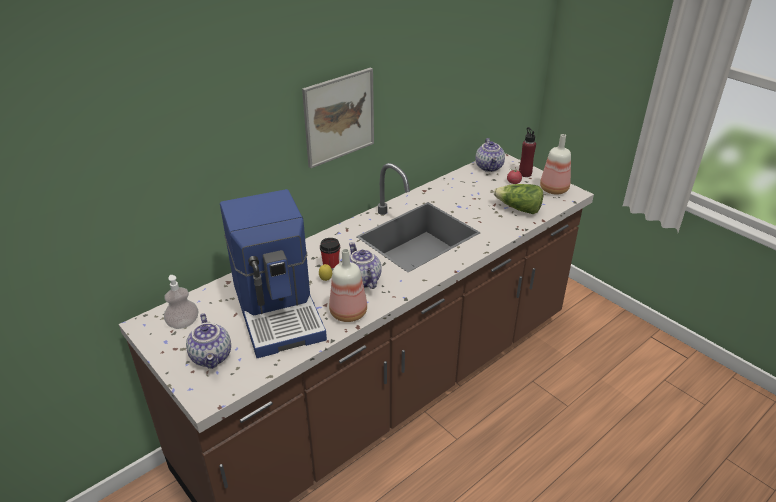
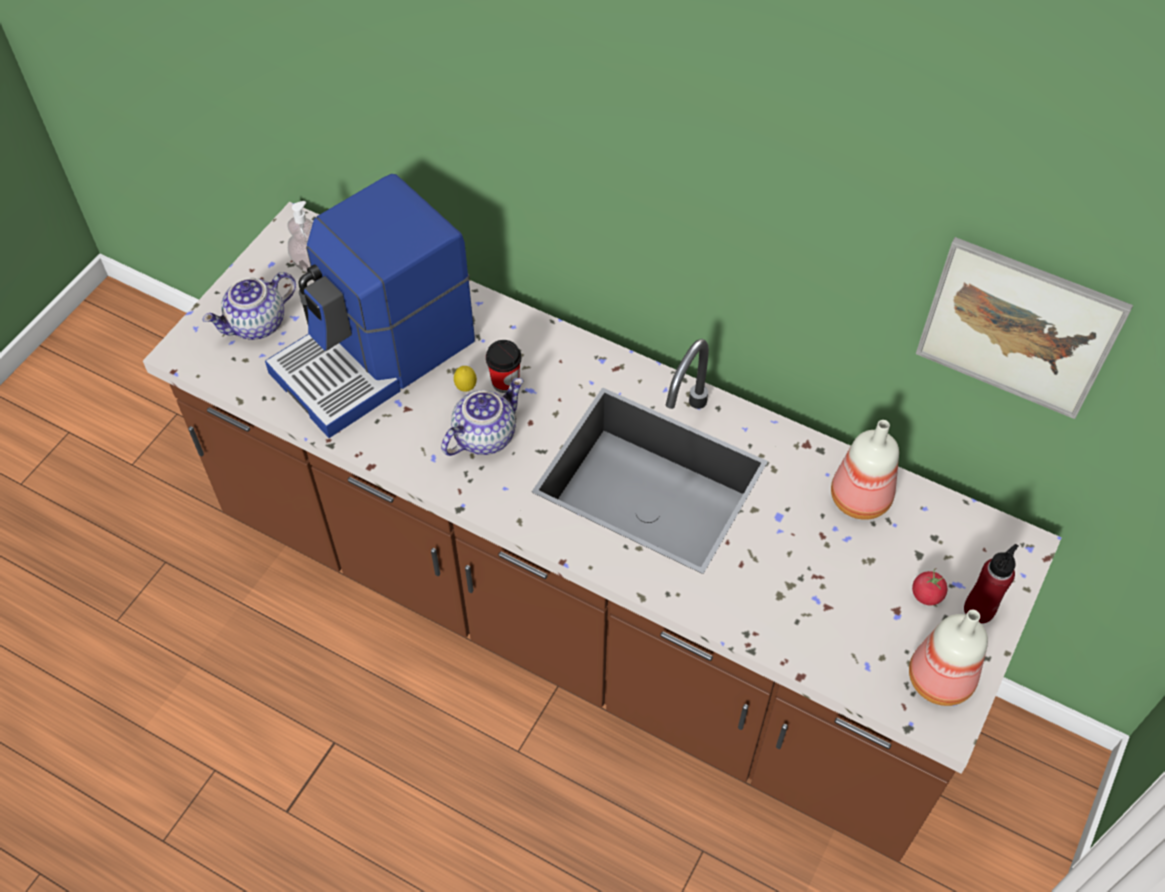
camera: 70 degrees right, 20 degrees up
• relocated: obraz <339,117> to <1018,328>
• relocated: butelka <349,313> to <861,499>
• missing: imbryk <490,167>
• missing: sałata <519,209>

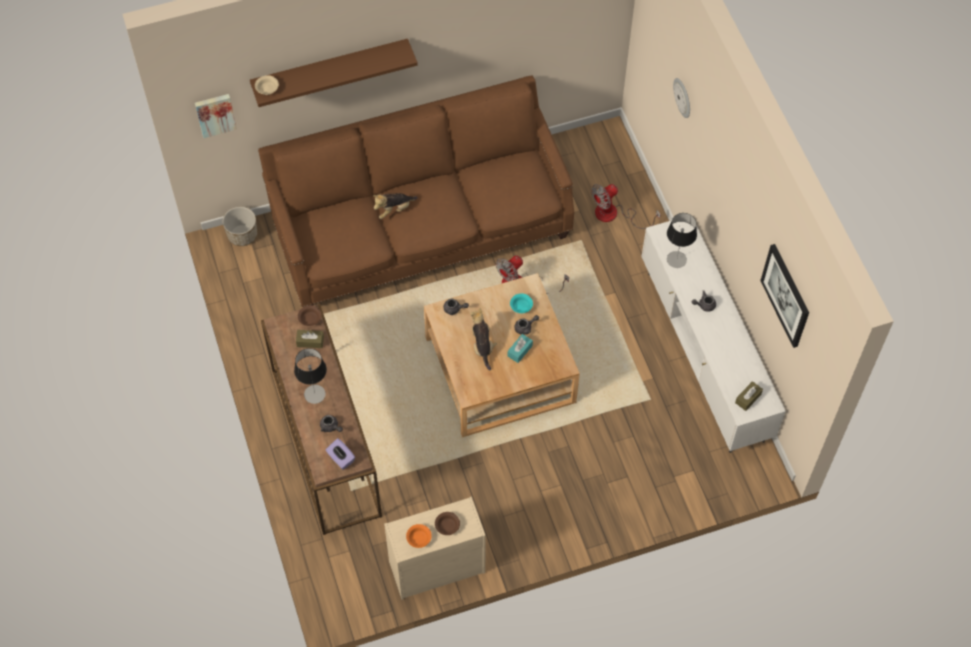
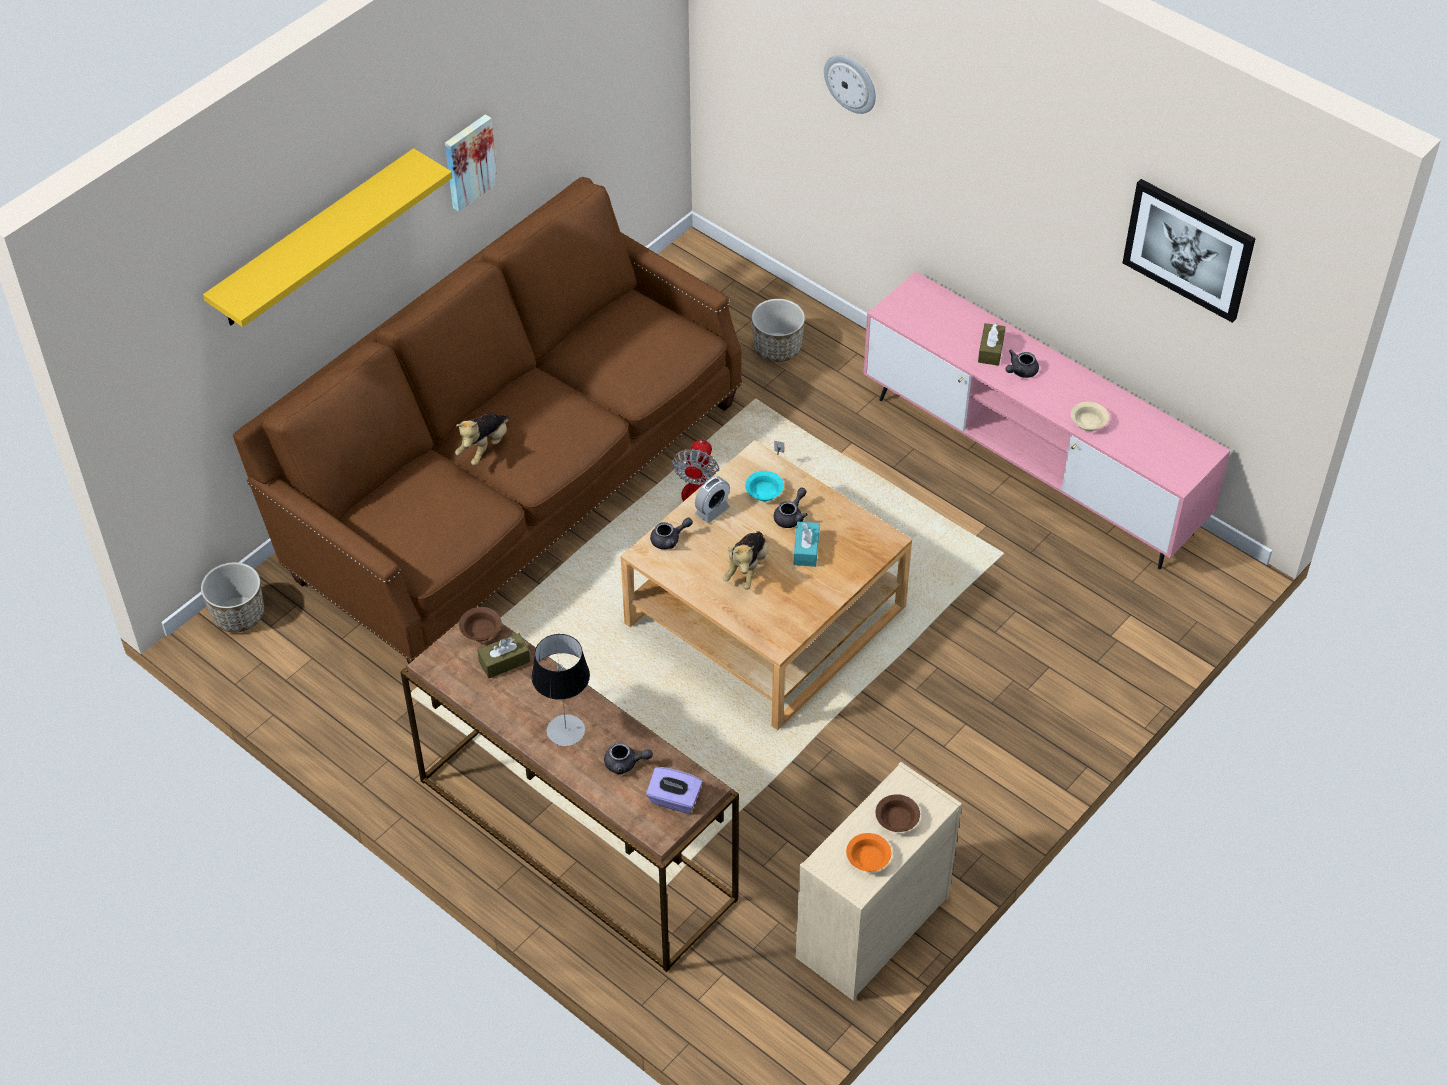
camera: 30 degrees left, 10 degrees down
• relocated: obraz <215,114> to <469,161>
• colour: półka [brązowy] <330,69> to półka [żółty] <315,240>
• relocated: miska [beżowy] <268,89> to <1089,422>
• spun: pluszak <482,346> = <747,569> 120 degrees counterclockwise
• exchanged: wentylator <614,215> to donica <777,348>
• colour: szafka pod telewizor [biały] <703,354> to szafka pod telewizor [różowy] <1030,465>
• missing: lampa stołowa <676,259>
• relocated: pudełko chusteczek [brązowy] <748,398> to <990,350>
• appeared: budzik <712,511>

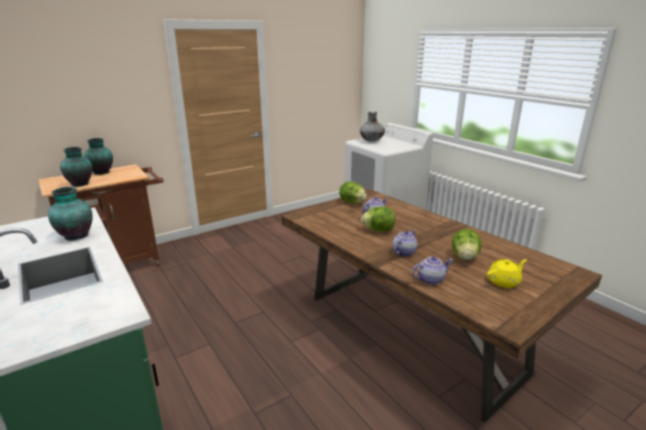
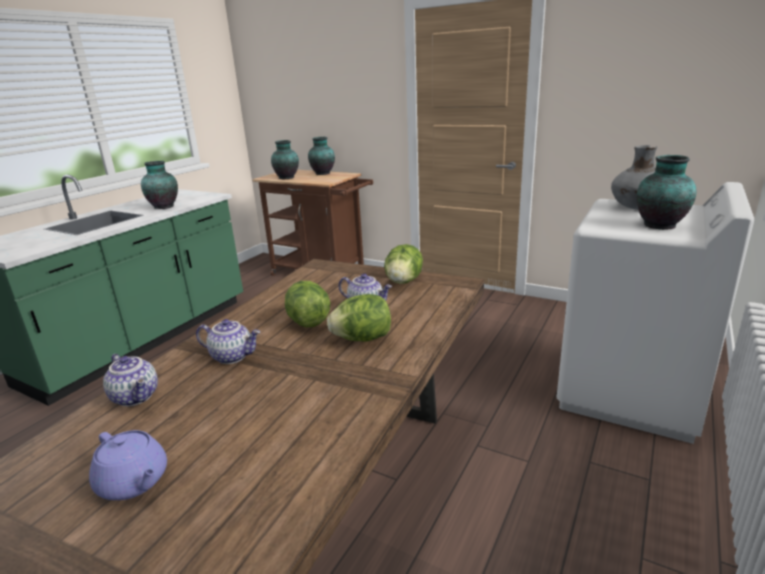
camera: 65 degrees right, 0 degrees up
• relocated: sałata <465,257> to <362,339>
• colour: imbryk [żółty] <504,281> to imbryk [fioletowy] <134,482>
• appeared: wazon <660,226>

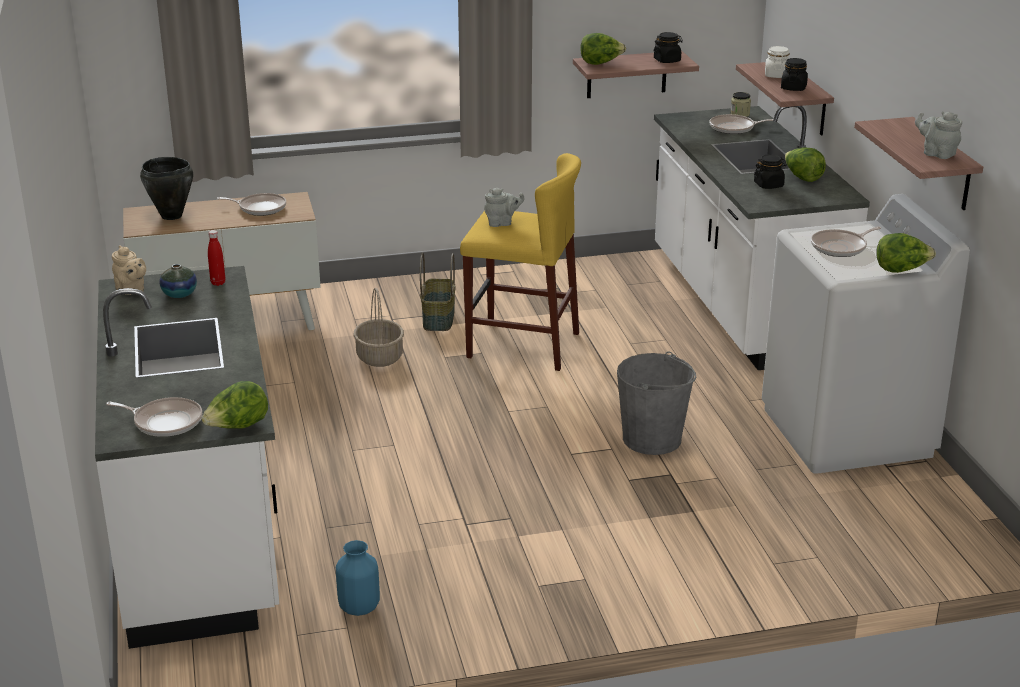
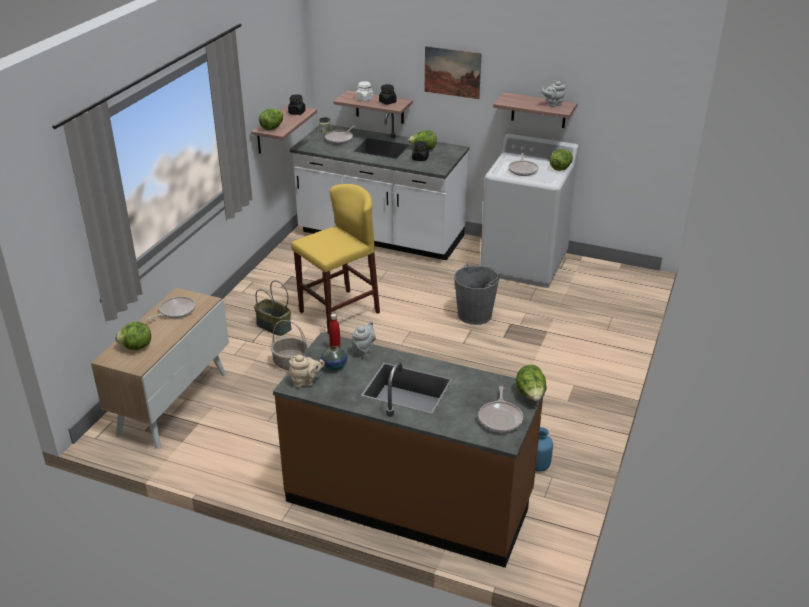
camera: 55 degrees left, 5 degrees up
• colour: zabudowa kuchenna [biały] <200,531> to zabudowa kuchenna [brązowy] <409,499>
• spun: patelnia <165,422> = <500,418> 135 degrees clockwise
• exchanged: garnek [czarny] <171,216> to sałata <136,347>
• relocated: imbryk [szary] <502,223> to <364,350>
• appeared: obraz <452,72>

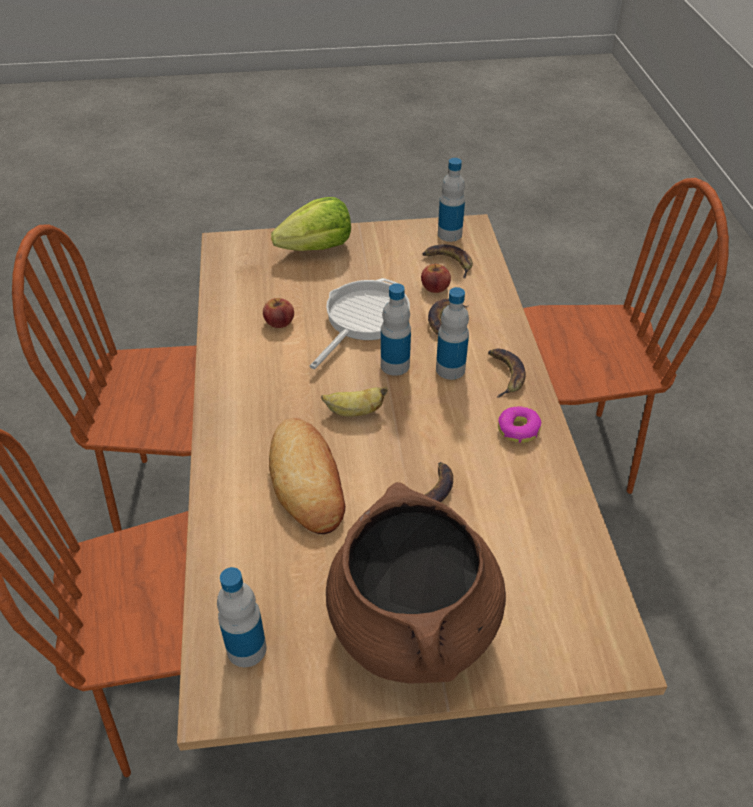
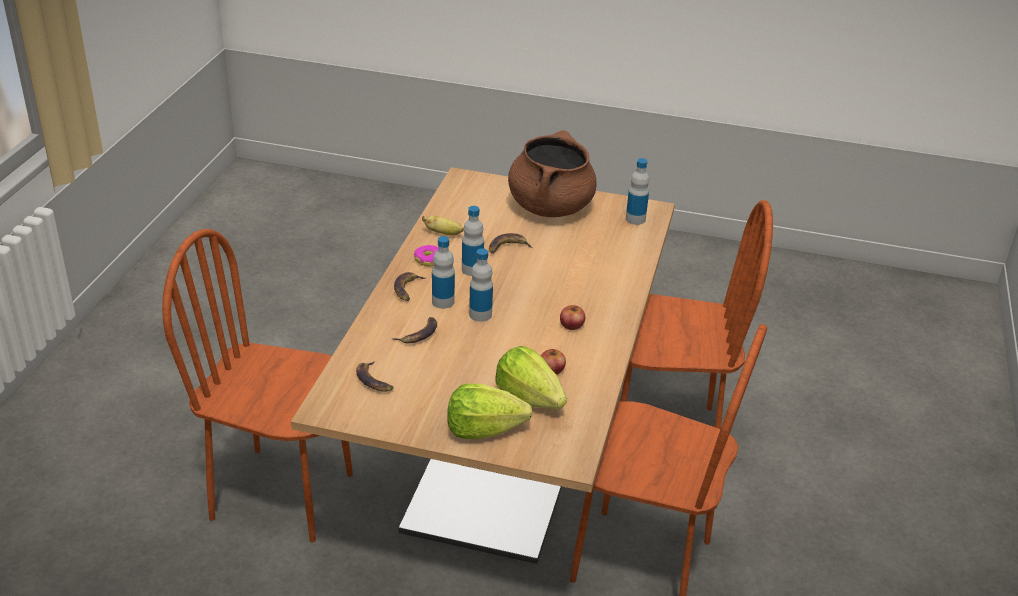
camera: 160 degrees left, 10 degrees down
• missing: chleb <307,480>
• missing: patelnia <363,319>
• relocated: banan <354,412> to <444,233>
• relocated: jabłko <435,286> to <572,325>
• relocated: butelka <449,234> to <472,270>
• appeared: sałata <529,398>

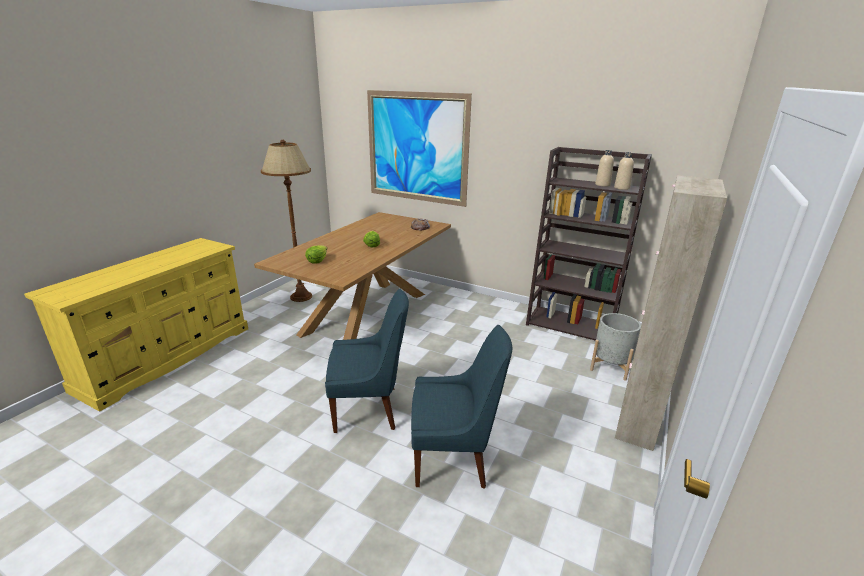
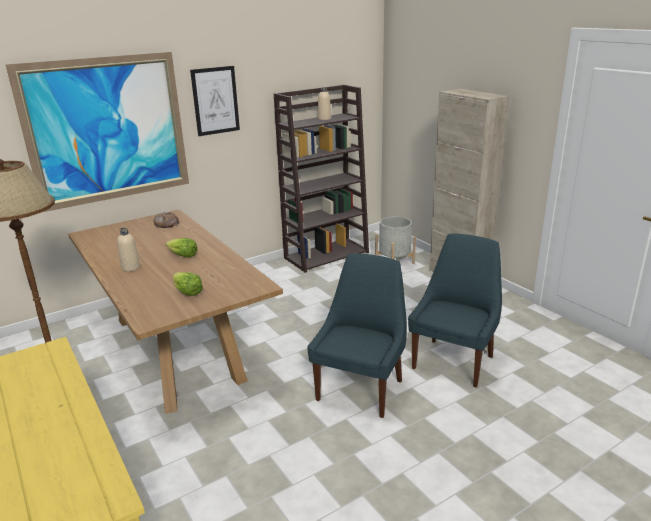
camera: 60 degrees left, 0 degrees up
• relocated: butelka [beżowy] <621,188> to <130,268>
• appeared: obraz <215,101>

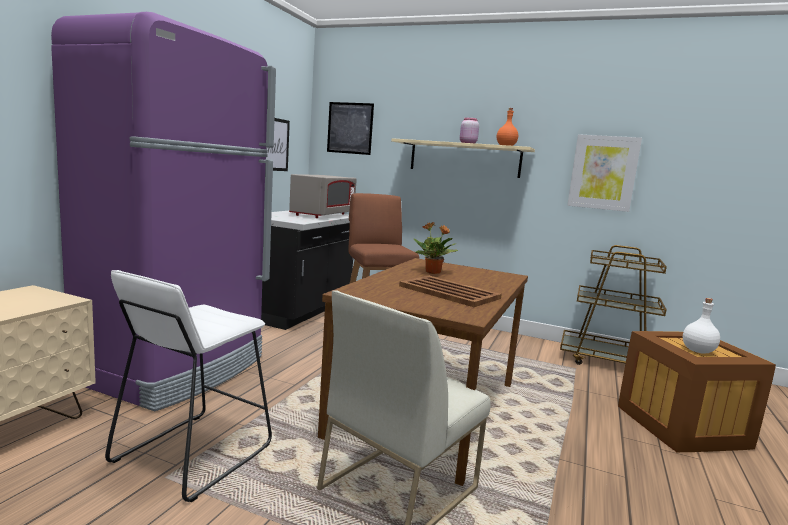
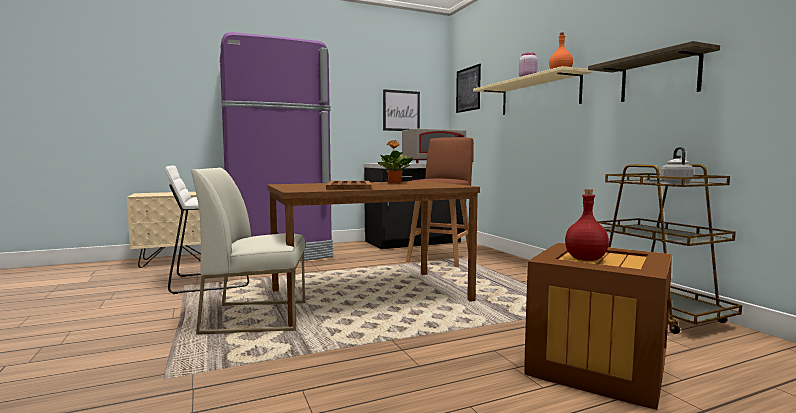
camera: 45 degrees right, 5 degrees down
• exchanged: obraz <603,172> to półka <659,77>
• colour: butelka [biały] <697,351> to butelka [czerwony] <585,259>
• appeared: czajnik [szary] <675,182>

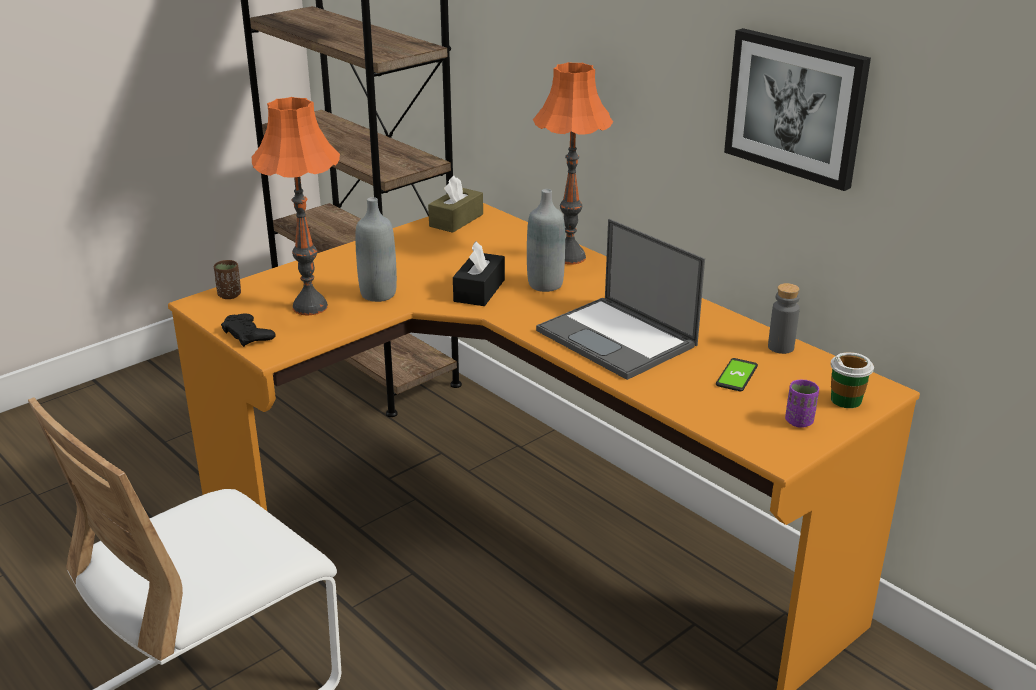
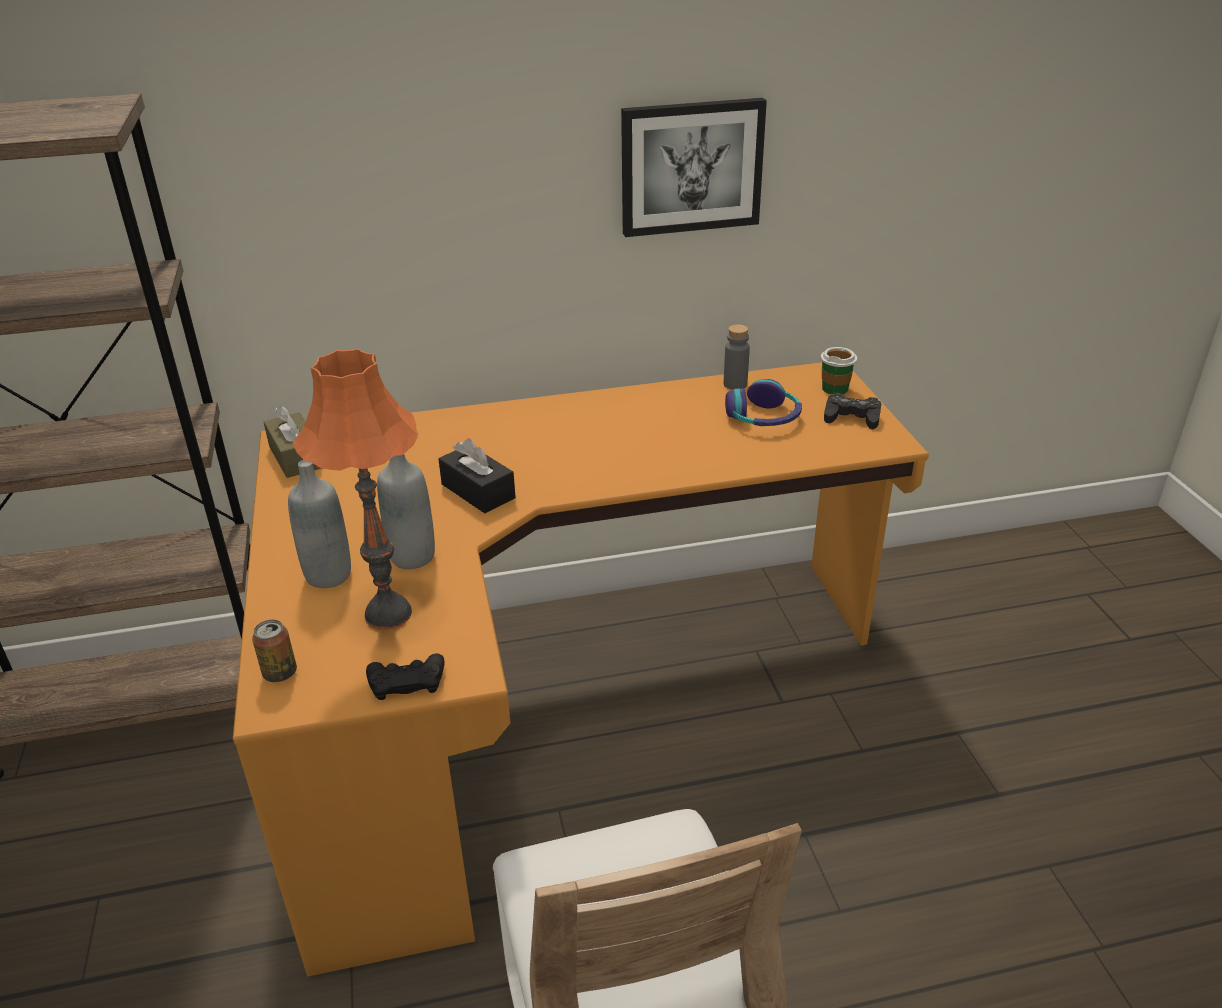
camera: 60 degrees left, 5 degrees up
• exchanged: filiżanka [brązowy] <229,295> to puszka <280,673>
• relocated: butelka [szary] <545,284> to <328,575>
• missing: lampa stołowa [pomarańczowy] <569,257>
• missing: laptop <618,338>
• exchanged: telefon <736,376> to słuchawki <763,418>
• exchanged: filiżanka [fioletowy] <799,421> to pad do gier [czarny] <852,417>

